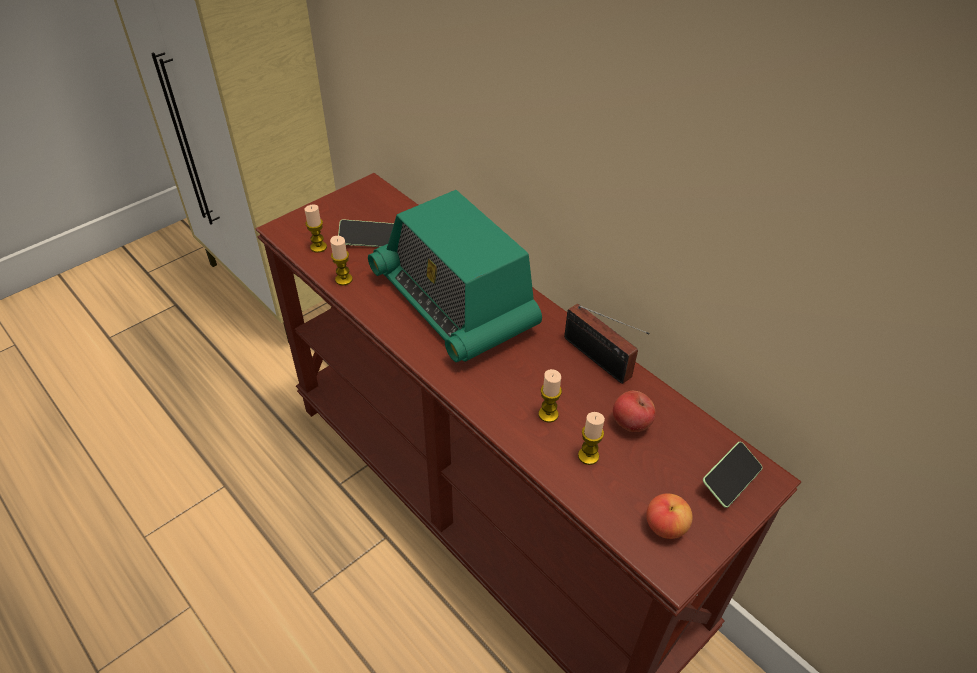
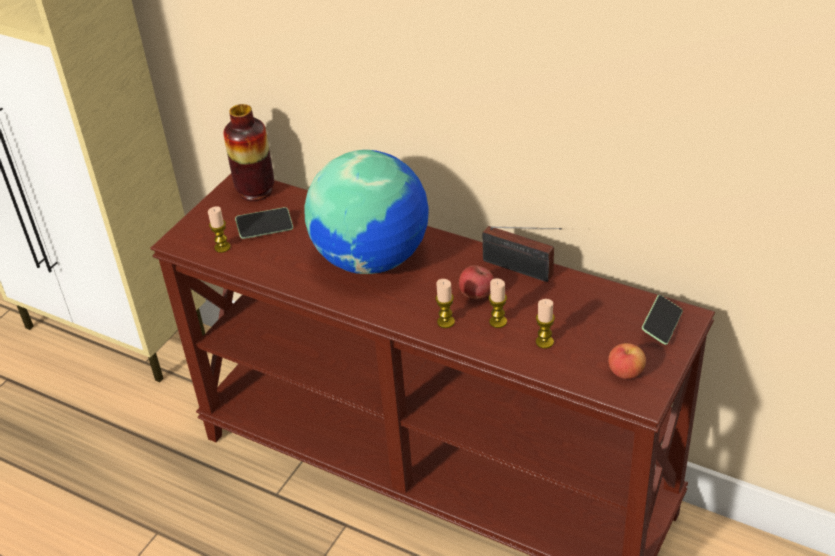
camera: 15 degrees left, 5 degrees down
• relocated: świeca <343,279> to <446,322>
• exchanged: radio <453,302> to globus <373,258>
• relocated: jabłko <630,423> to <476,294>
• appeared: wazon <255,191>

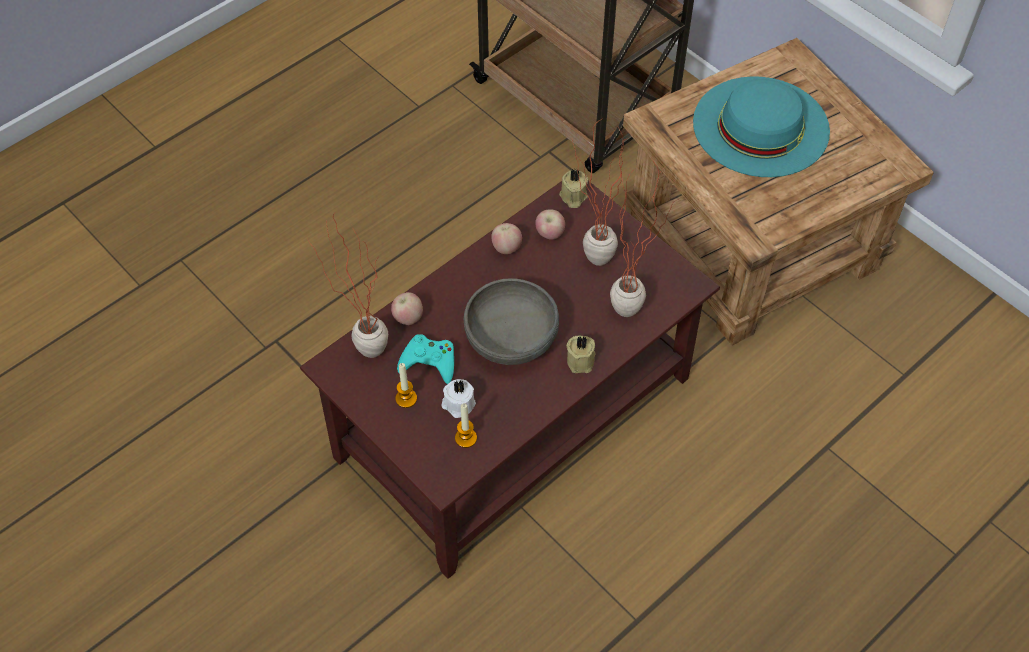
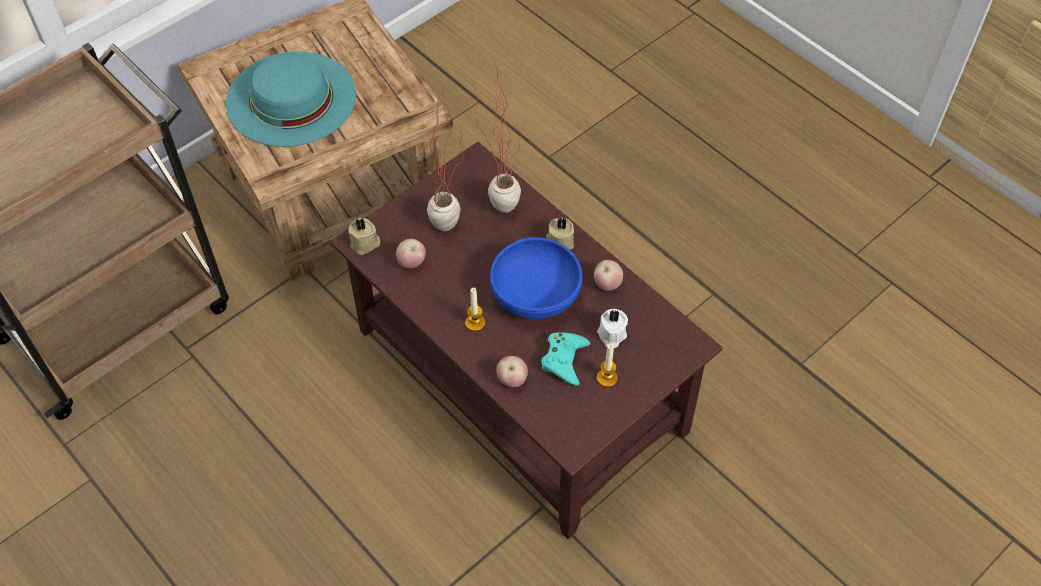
camera: 90 degrees left, 0 degrees up
• missing: roślina doniczkowa <361,349>
• relocated: świeca <466,438> to <475,323>
• colour: miska [szary] <511,338> to miska [niebieski] <536,294>
• relocated: jabłko <506,248> to <607,284>

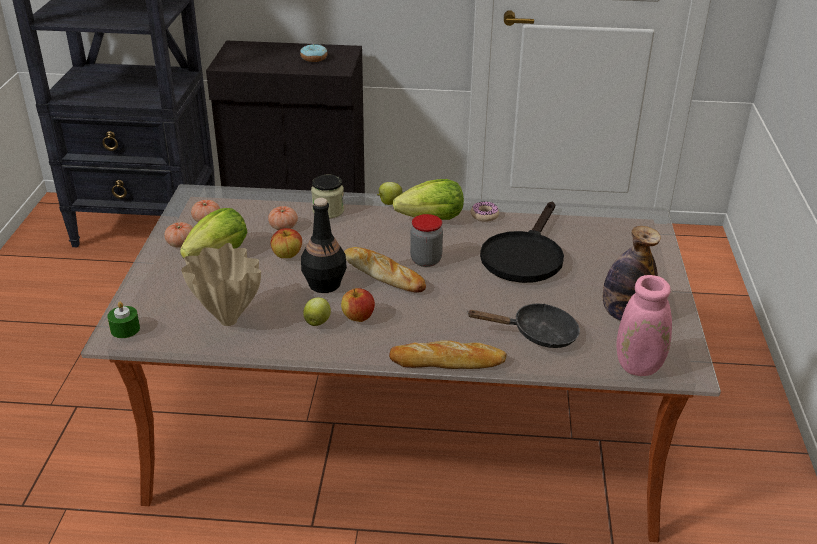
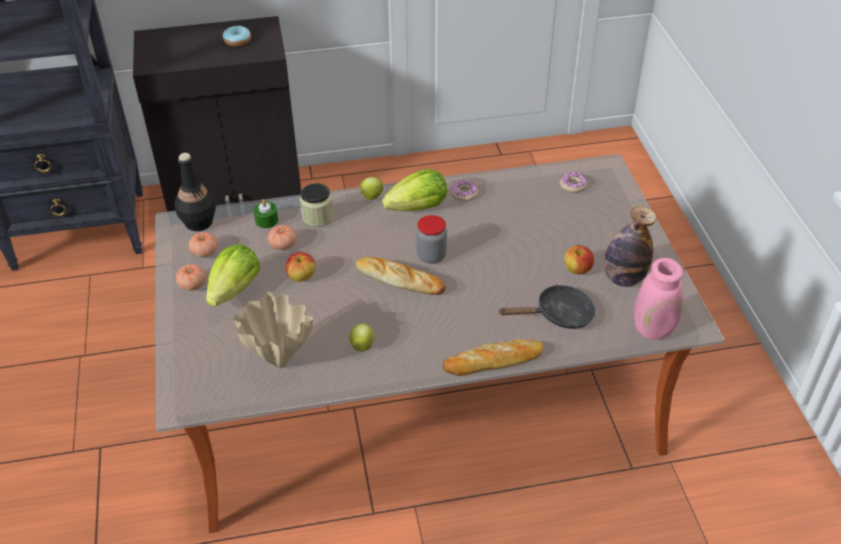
camera: 15 degrees left, 10 degrees up
• relocated: świeca [zielony] <125,329> to <266,220>
• relocated: butelka [czarny] <324,284> to <198,222>
• relocated: jabłko <358,317> to <577,270>
• missing: patelnia [czarny] <524,255>
• appeared: donut <572,185>

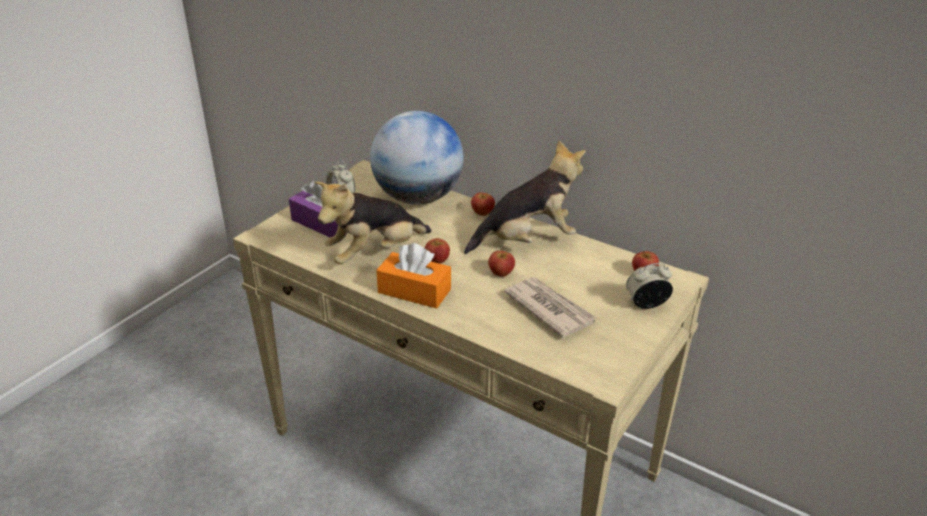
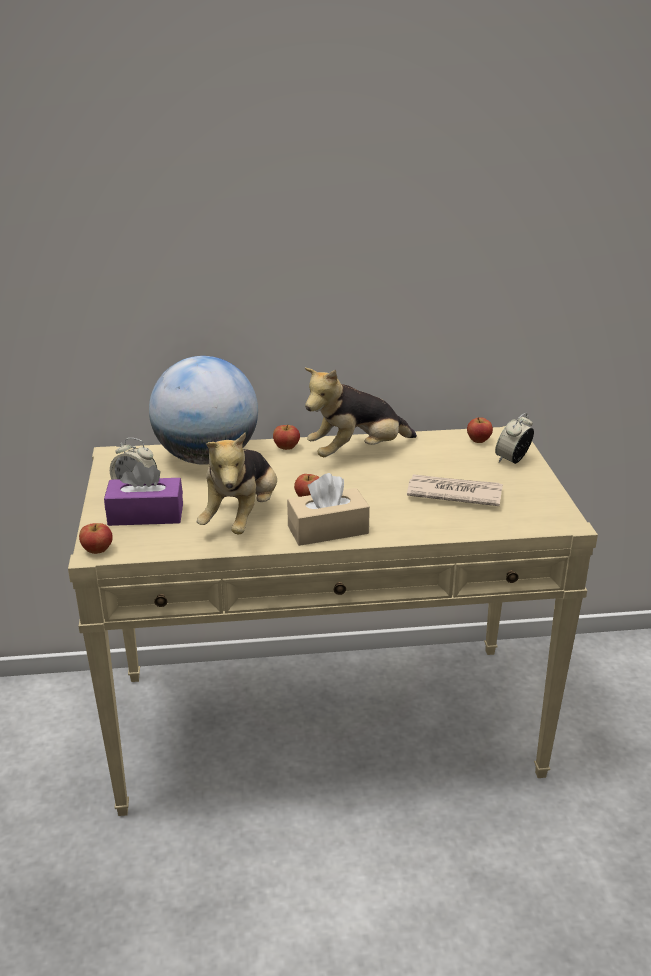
camera: 40 degrees left, 5 degrees down
• colour: pudełko chusteczek [pomarańczowy] <414,291> to pudełko chusteczek [beżowy] <328,530>
• spun: pluszak <527,240> = <357,453> 150 degrees counterclockwise
• relocated: jabłko <501,273> to <97,550>

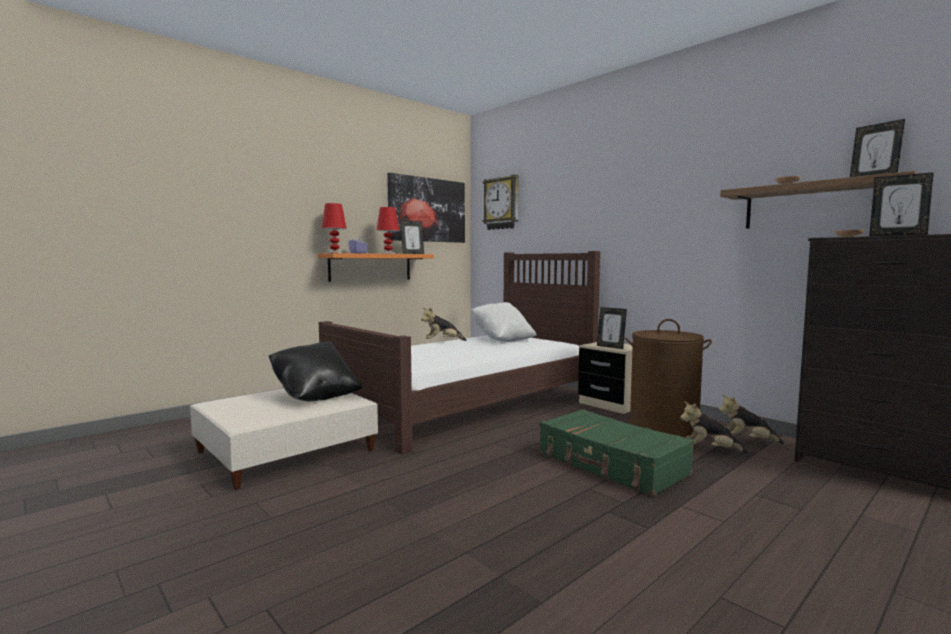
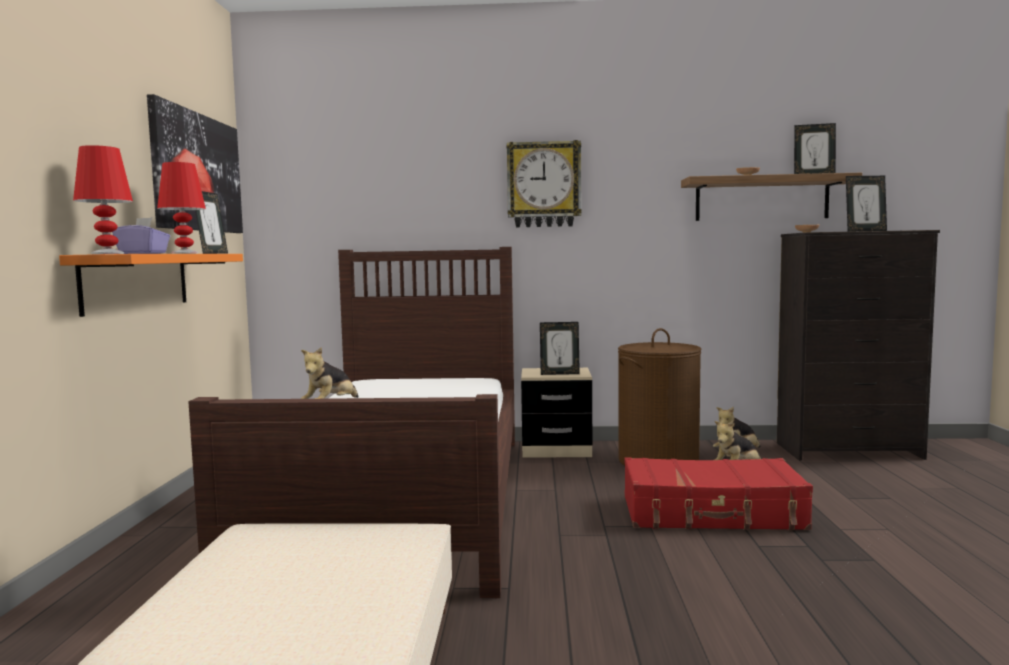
camera: 45 degrees left, 0 degrees up
• missing: poduszka [czarny] <315,396>
• missing: poduszka [biały] <502,340>
• relocated: zegar ścienny <502,203> to <544,185>
• colour: walizka [zielony] <611,464> to walizka [czerwony] <712,513>

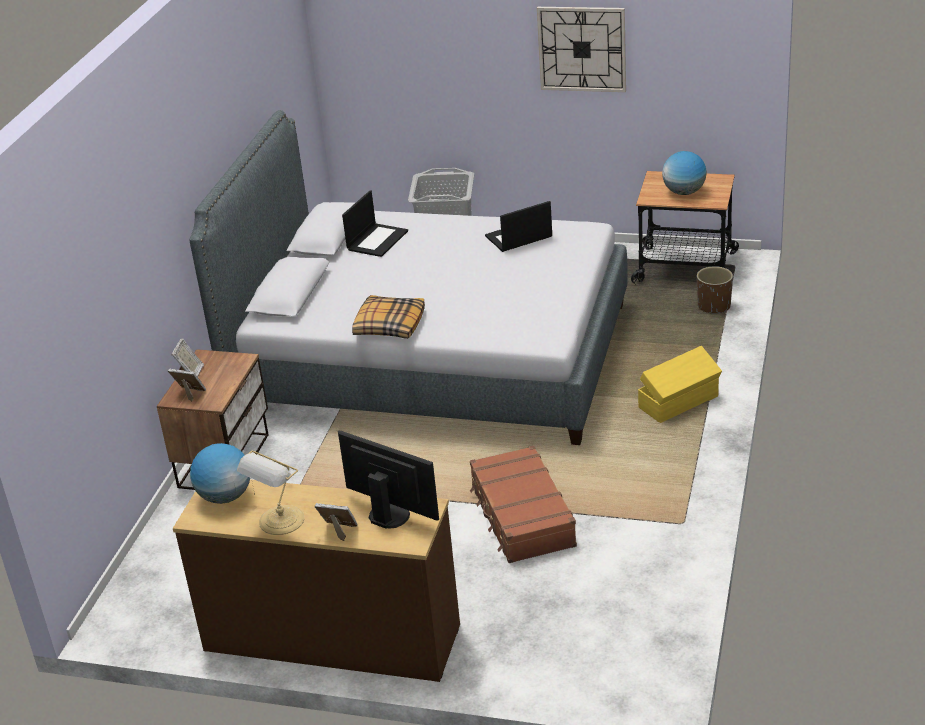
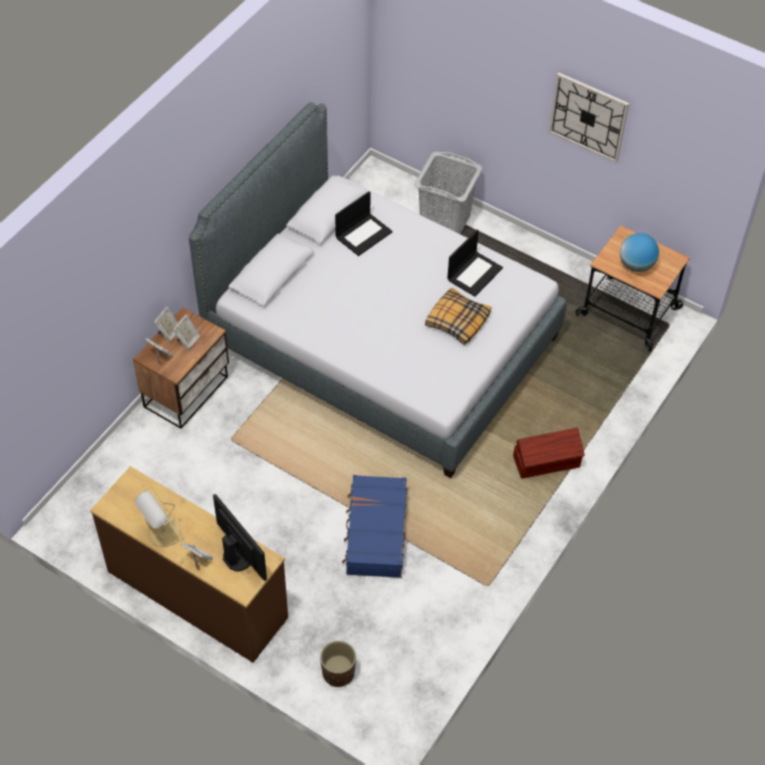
camera: 15 degrees right, 20 degrees up
• missing: globus <225,496>
• relocated: poduszka <389,325> to <457,321>
• colour: walizka [brązowy] <521,516> to walizka [niebieski] <375,533>
• spun: laptop <518,237> = <474,273> 135 degrees clockwise
• colour: pojemnik do przechowywania [żółty] <679,402> to pojemnik do przechowywania [brązowy] <547,462>
• relocated: donica [brązowy] <714,306> to <338,673>
• appeared: ramka na zdjęcie <187,341>

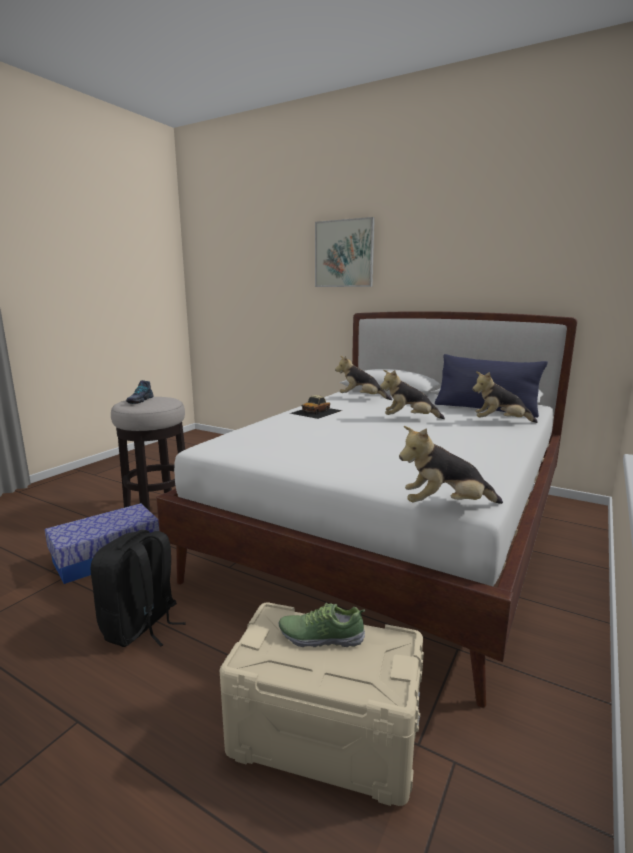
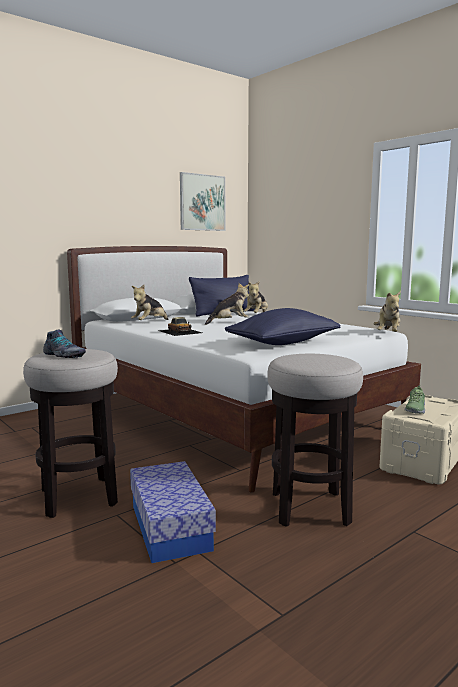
camera: 70 degrees left, 5 degrees down
• exchanged: plecak [czarny] <141,626> to stołek <310,508>
• relocated: obraz <344,253> to <202,202>
• spun: pluszak <409,419> = <229,323> 135 degrees counterclockwise
• appeared: poduszka [niebieski] <283,343>

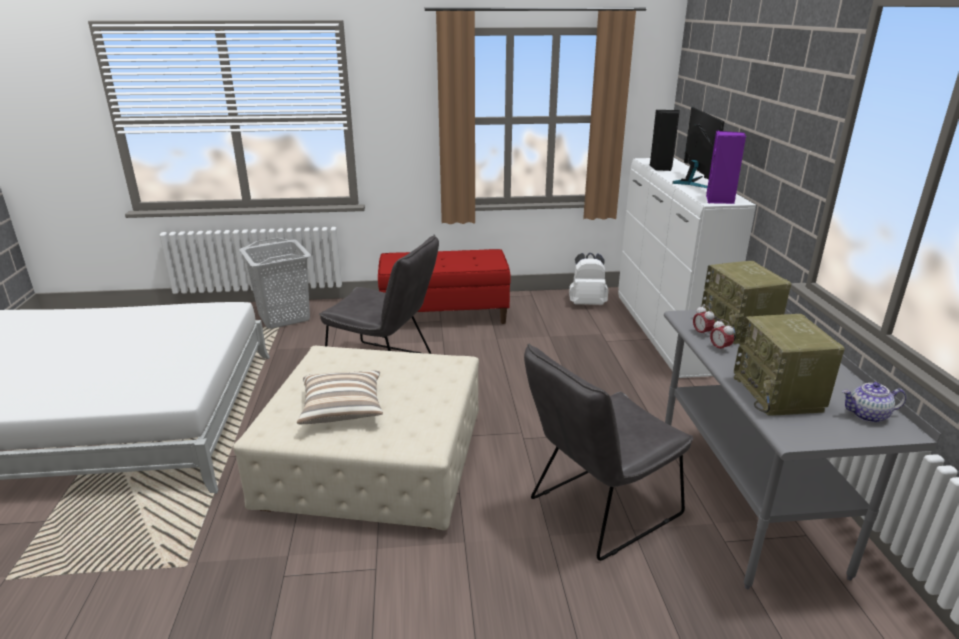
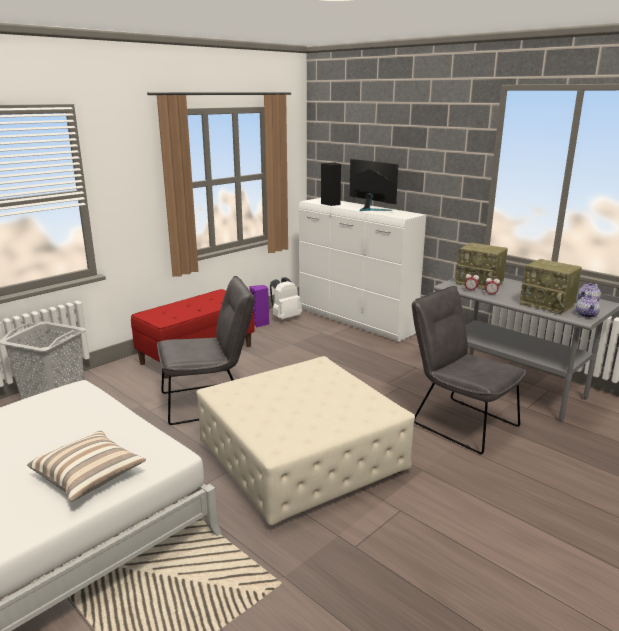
camera: 40 degrees left, 5 degrees down
• relocated: poduszka <342,410> to <89,477>
• spun: krzesło [szary] <597,510> = <459,422> 120 degrees clockwise
• relocated: głośnik [fioletowy] <719,200> to <260,323>
• appeared: imbryk <587,315>

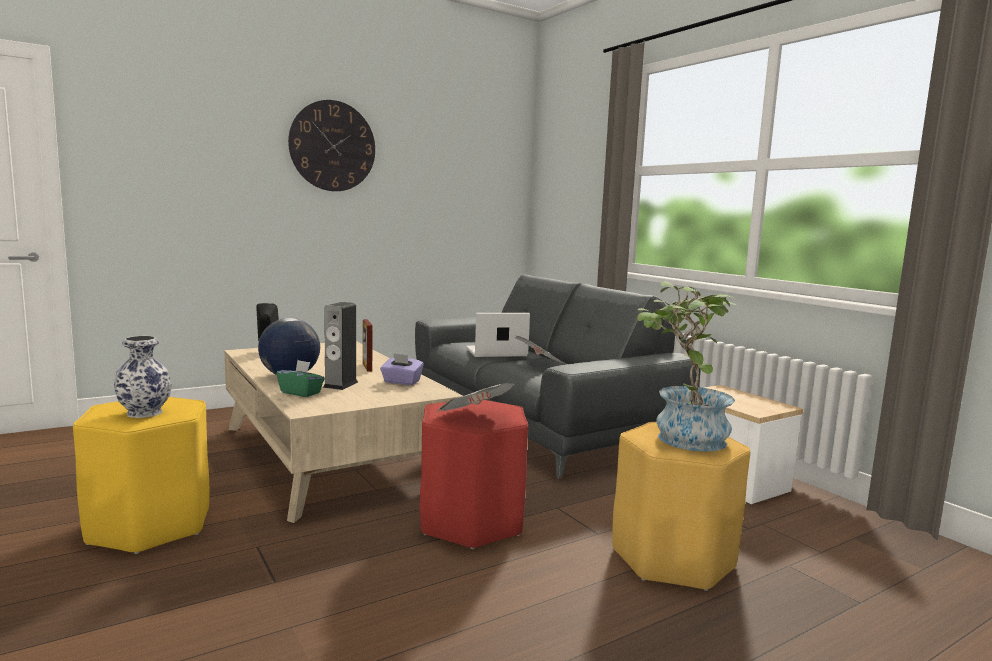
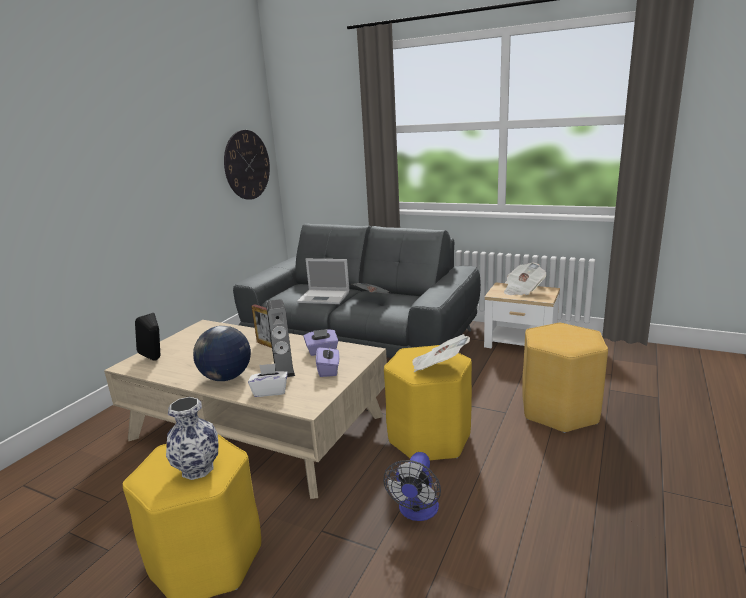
camera: 30 degrees left, 10 degrees up
• colour: pudełko chusteczek [zielony] <301,393> to pudełko chusteczek [biały] <270,391>
• relocated: zegar ścienny <332,146> to <247,165>
• colour: stołek [czerwony] <471,522> to stołek [żółty] <430,438>
• spun: laptop <495,352> = <325,297> 120 degrees counterclockwise
• missing: roślina doniczkowa <680,437>
• appeared: pudełko chusteczek [fioletowy] <329,370>
• appeared: wentylator <417,511>
• appeared: gazeta <522,290>

